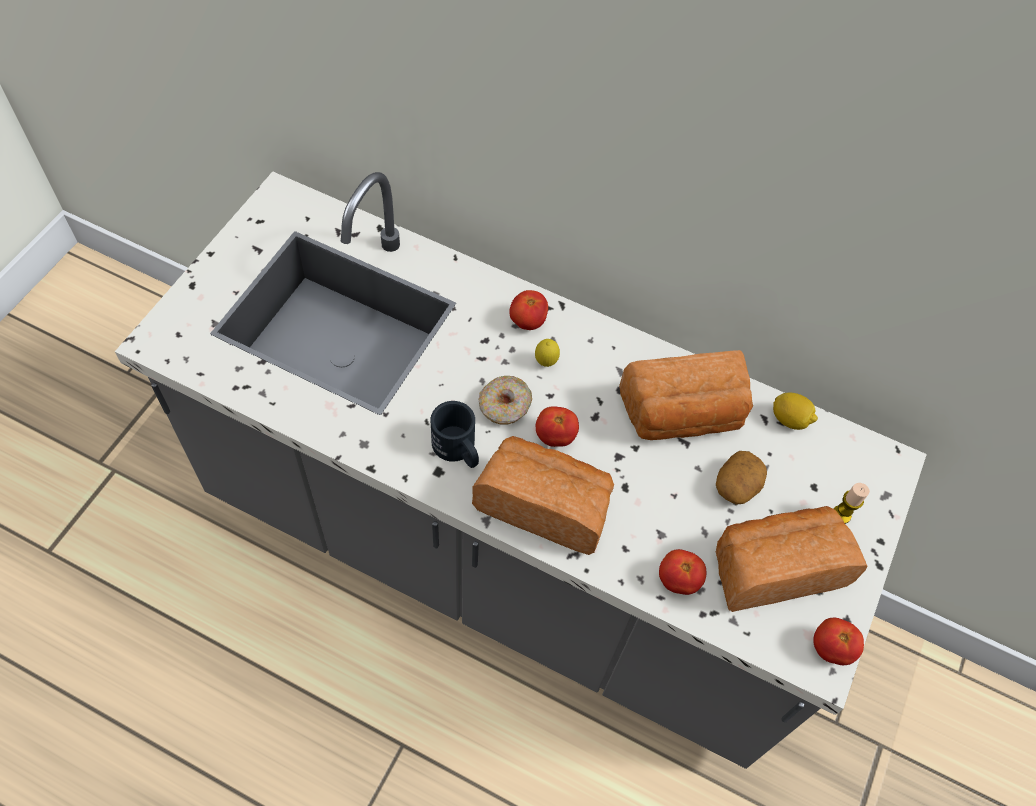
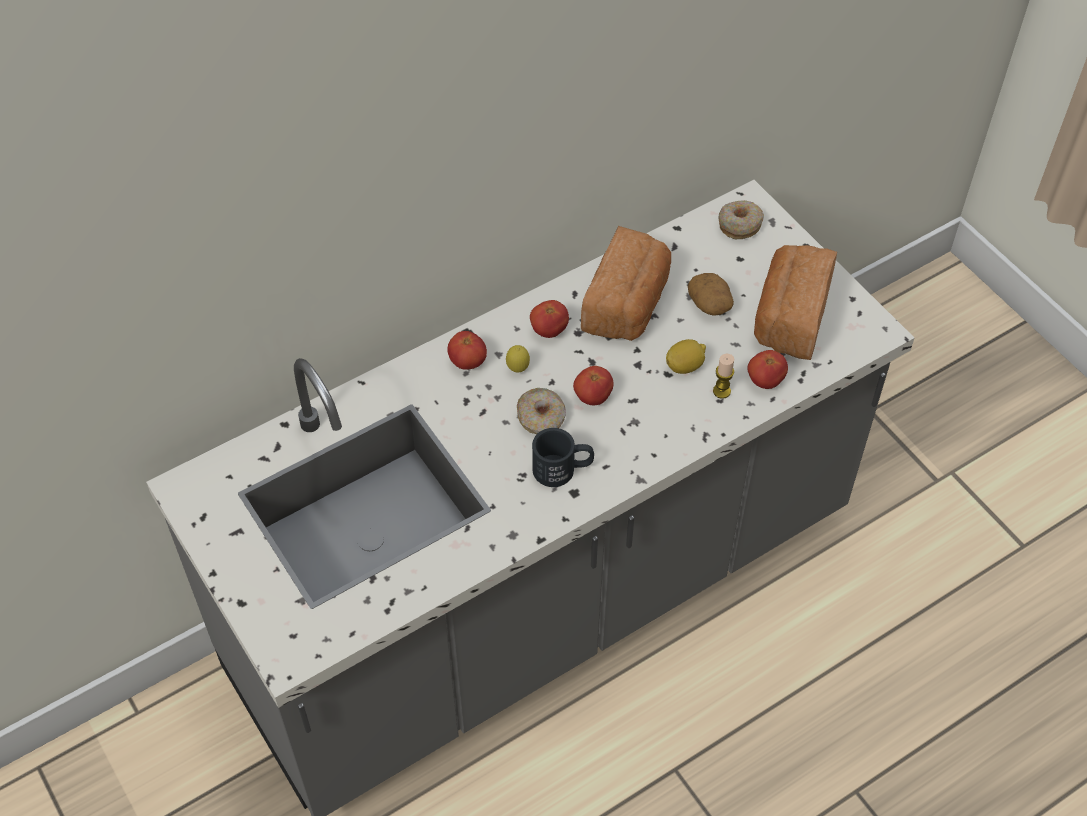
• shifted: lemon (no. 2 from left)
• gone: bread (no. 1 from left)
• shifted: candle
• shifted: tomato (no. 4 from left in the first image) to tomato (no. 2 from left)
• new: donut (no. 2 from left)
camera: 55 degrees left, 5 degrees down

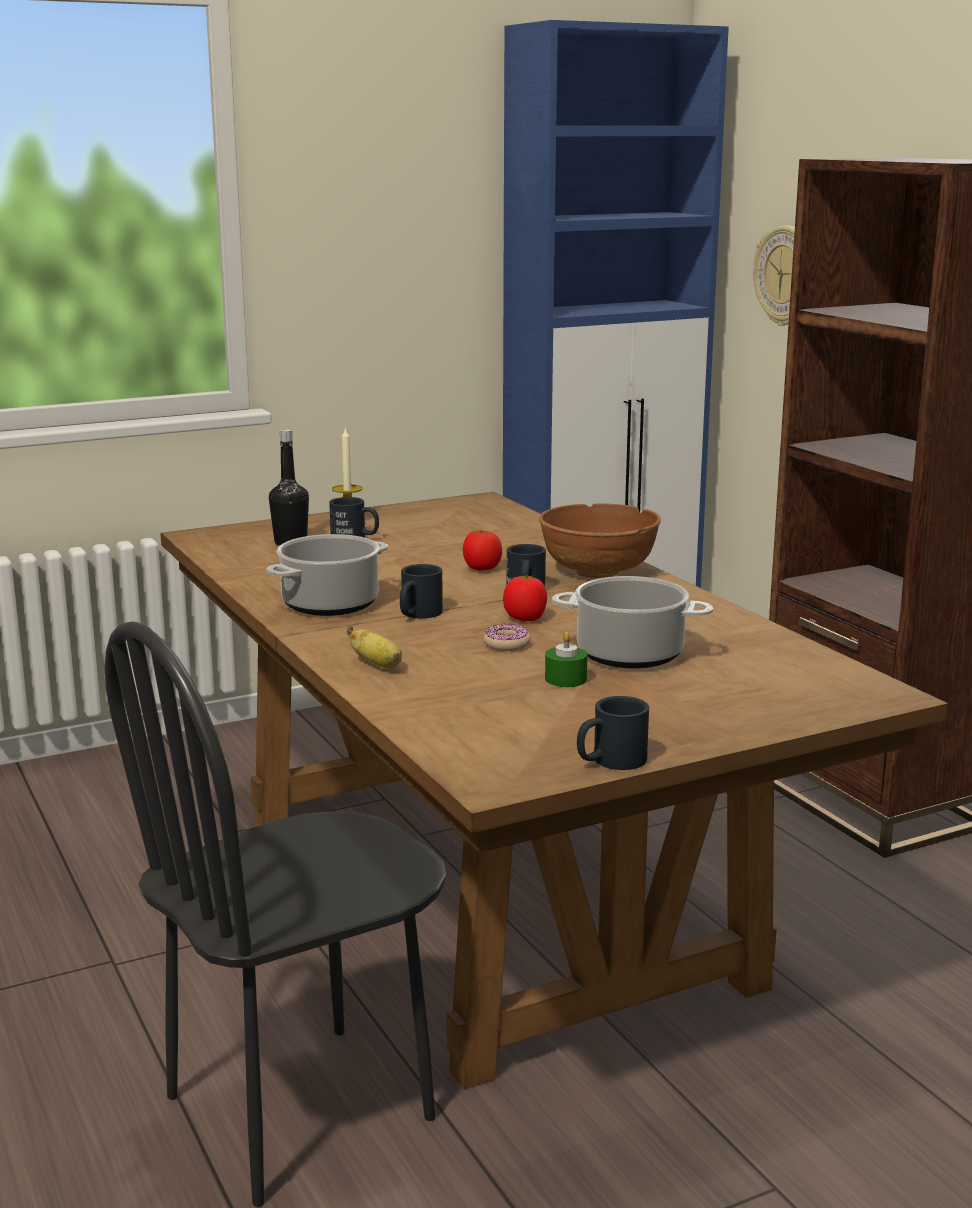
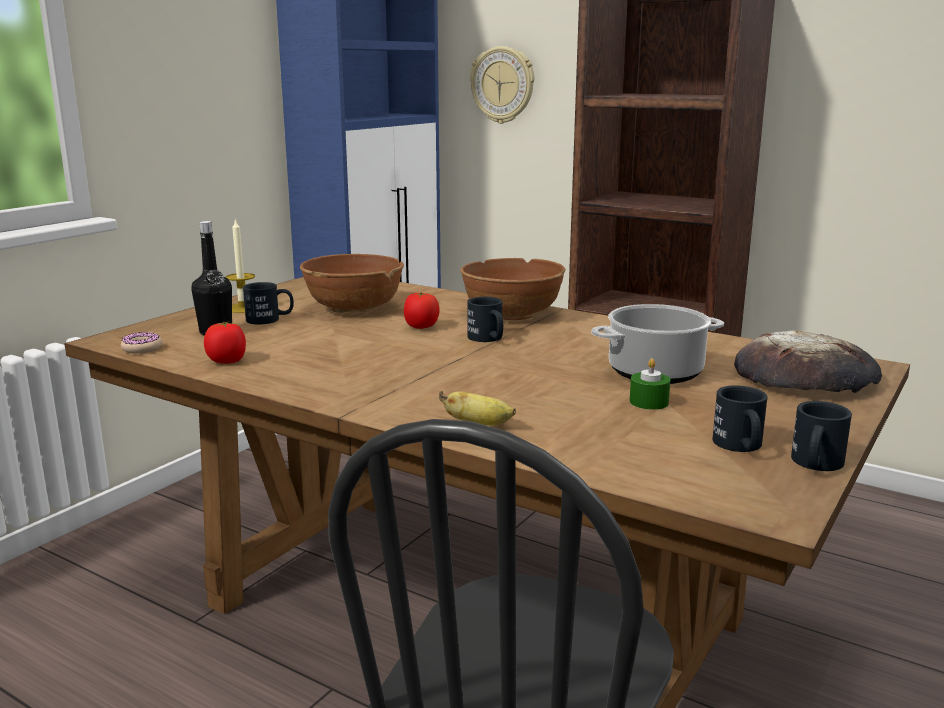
• gone: cooking pot (no. 1 from left)
• shifted: mug in black (no. 2 from left in the first image) to mug in black (no. 3 from left)
• shifted: tomato (no. 2 from left in the first image) to tomato (no. 1 from left)
• shifted: donut
• new: bowl in brown (no. 1 from left)
• new: bread
camera: 30 degrees left, 0 degrees up

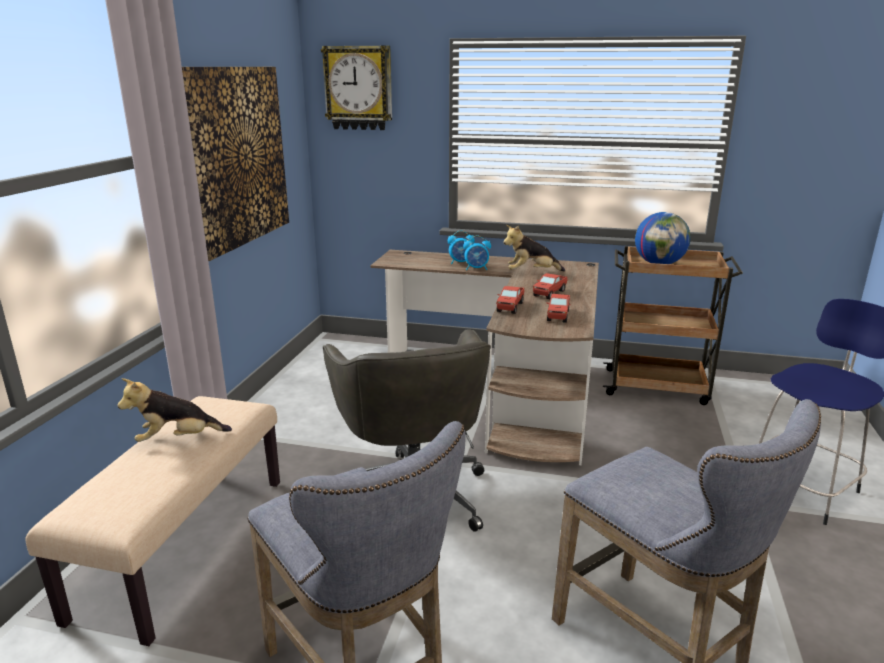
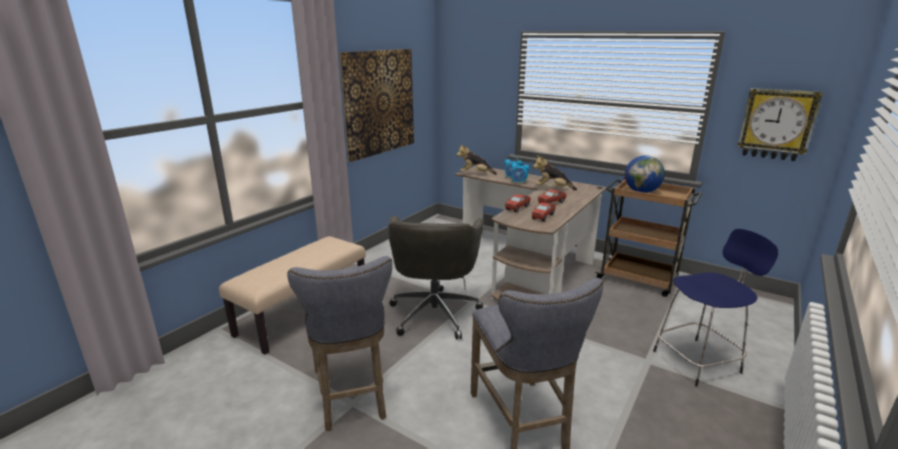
• shifted: wall clock
• shifted: plush toy (no. 1 from left)
camera: 20 degrees right, 0 degrees up

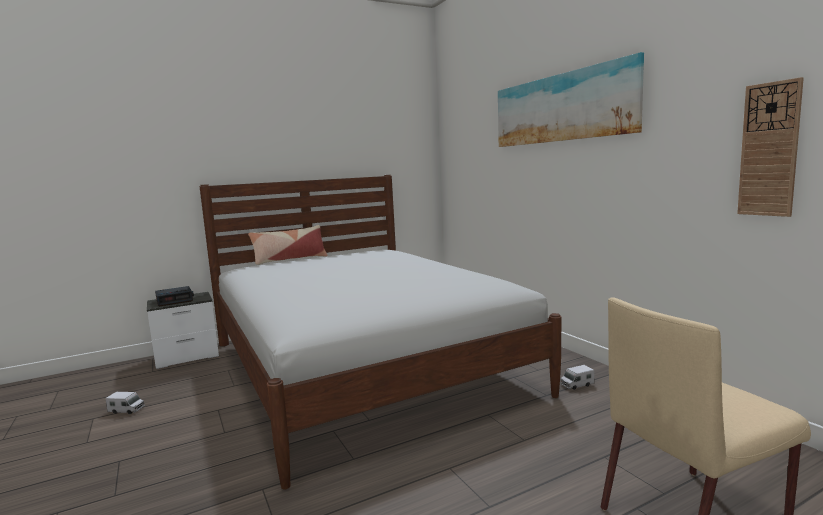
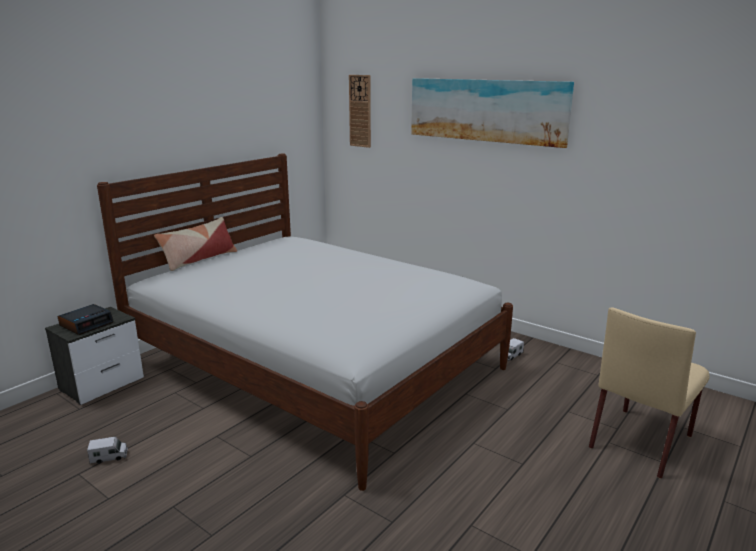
• shifted: wall clock
camera: 25 degrees left, 10 degrees up

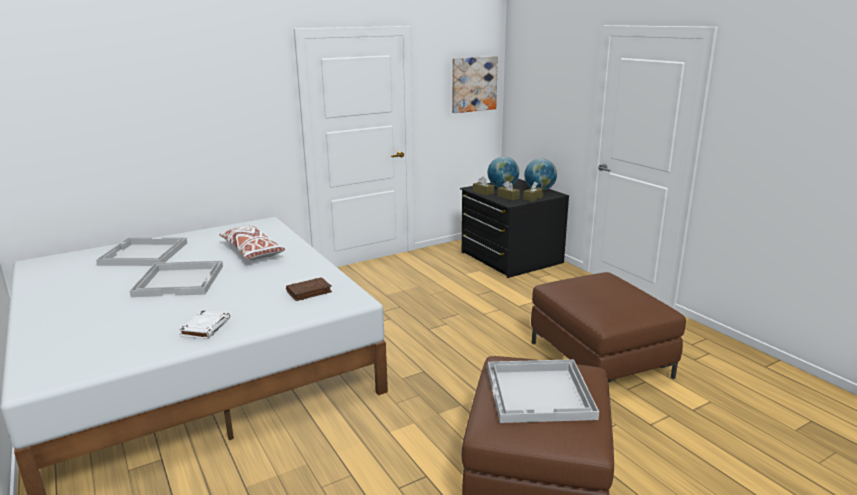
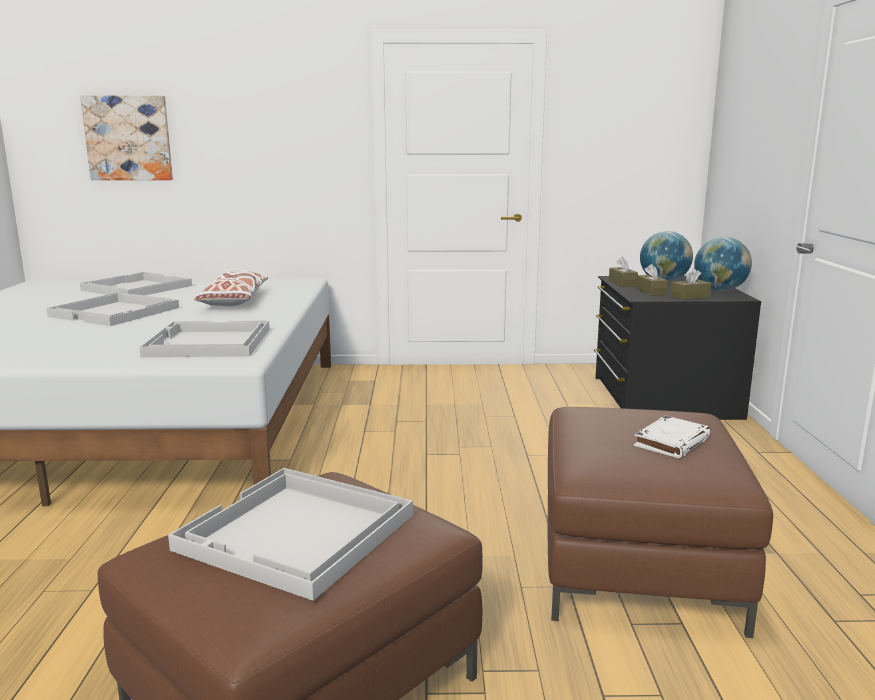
• shifted: picture
• swapped: book in brown to tray in white (no. 3 from left)
• shifted: book in white
camera: 30 degrees right, 5 degrees down

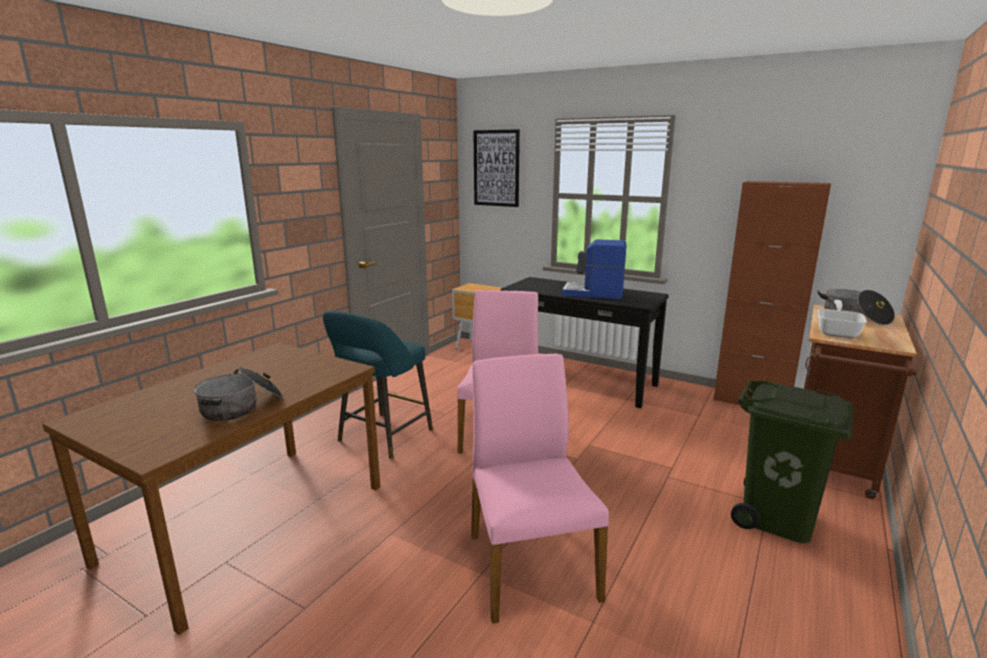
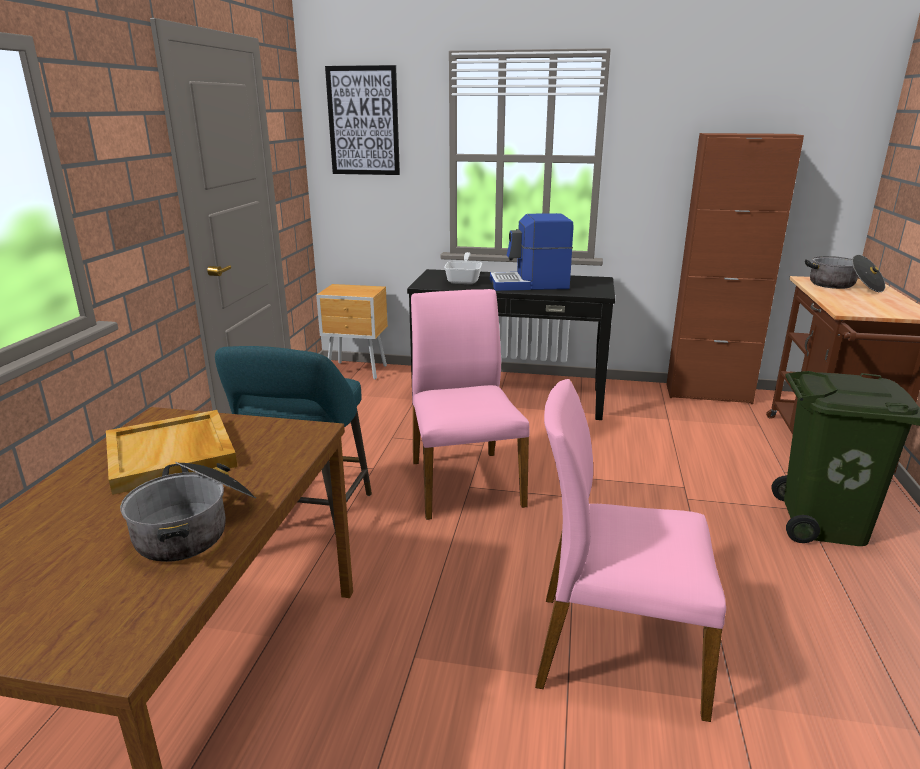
• shifted: frying pan
• rotated: chair in pink (no. 2 from left) 45 degrees counterclockwise
• new: tray in beige
camera: 20 degrees left, 5 degrees up

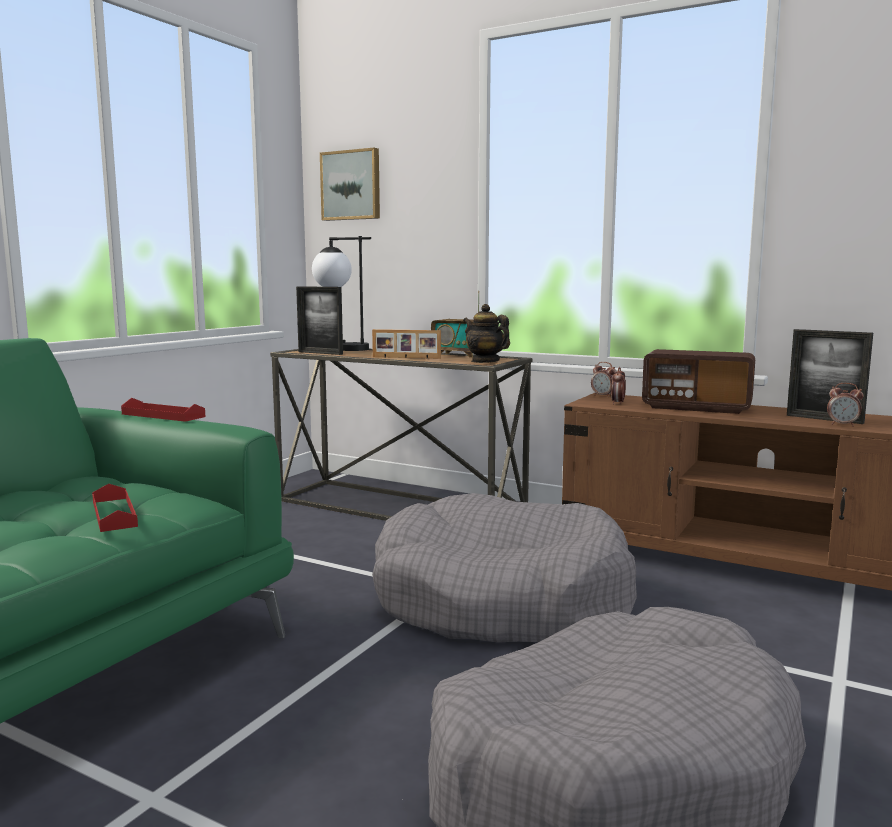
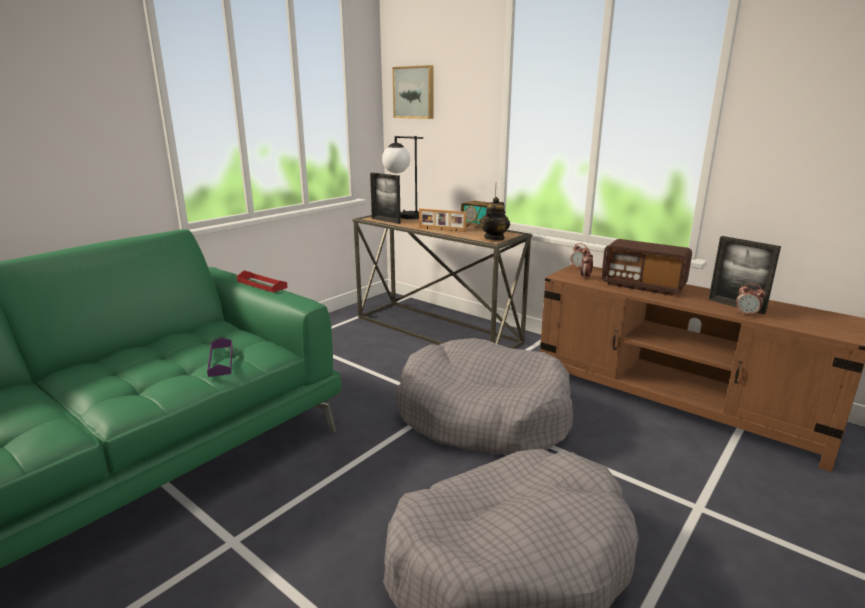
• rotated: teapot 120 degrees counterclockwise
• repainted: tray in red (no. 1 from left) to tray in purple
camera: 10 degrees right, 10 degrees up

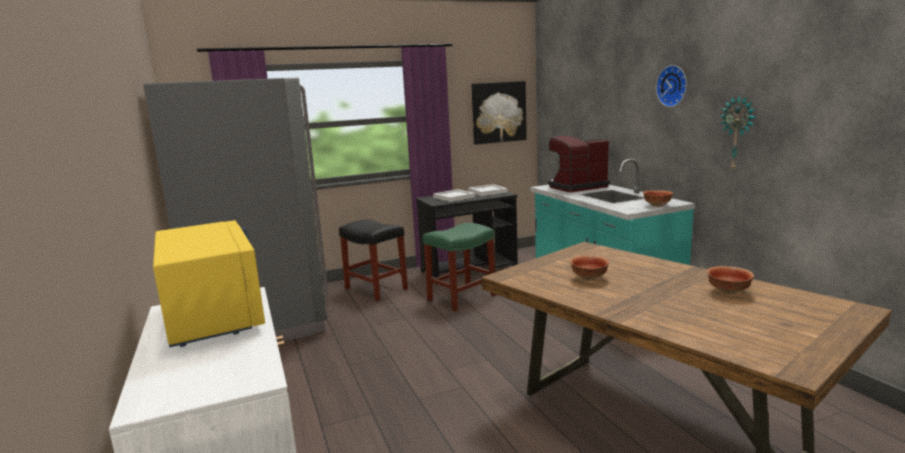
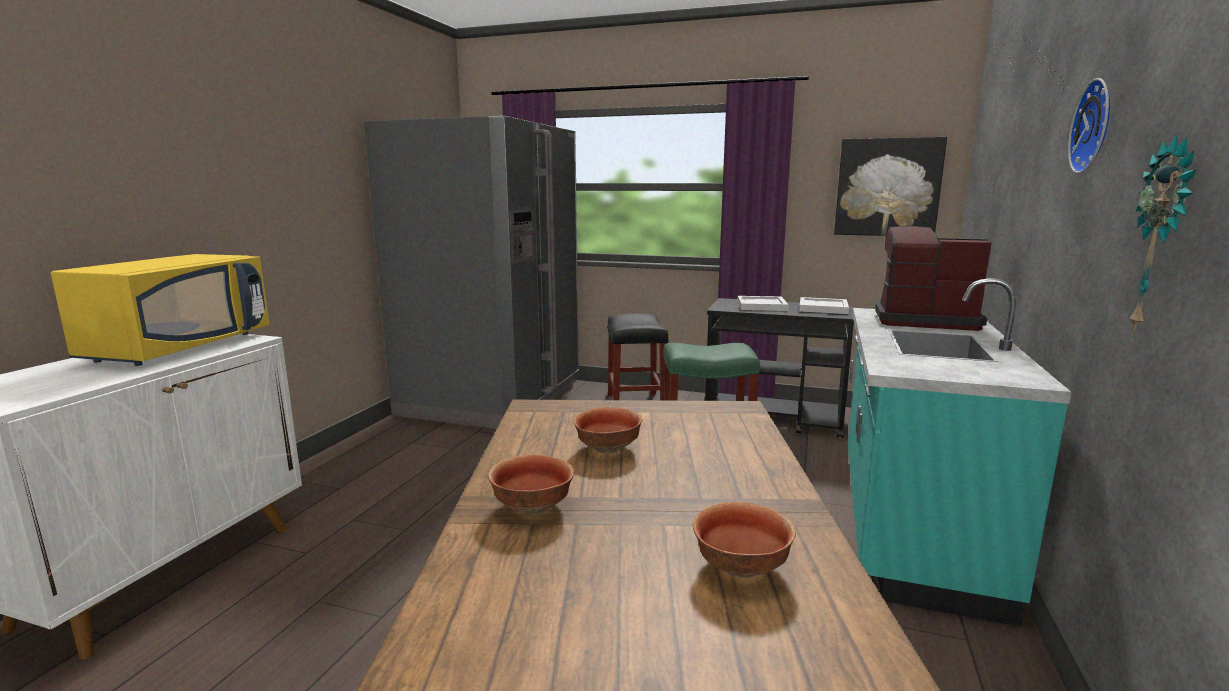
• shifted: bowl (no. 2 from left in the first image) to bowl (no. 1 from left)
camera: 40 degrees right, 0 degrees up

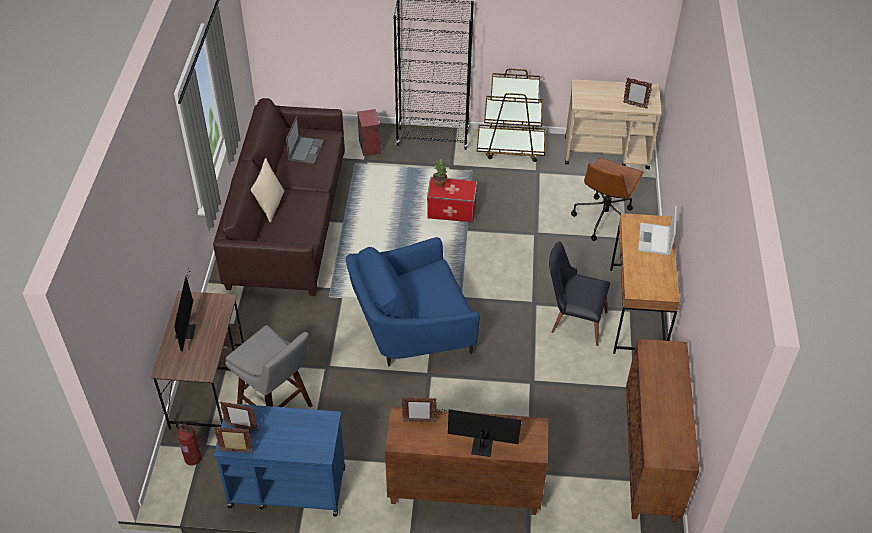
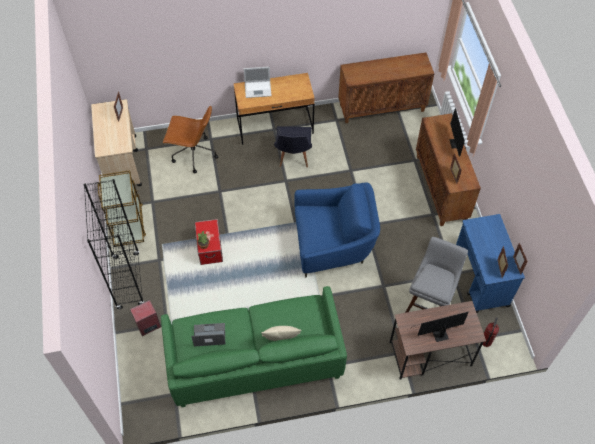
• repainted: sofa in brown to sofa in green
• rotated: armchair in blue 60 degrees counterclockwise
camera: 105 degrees left, 10 degrees up

